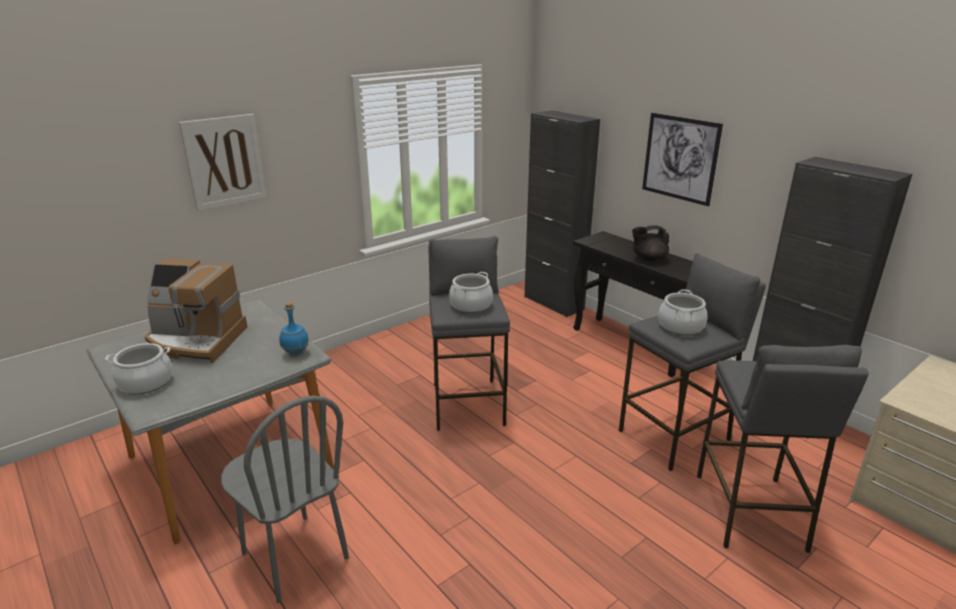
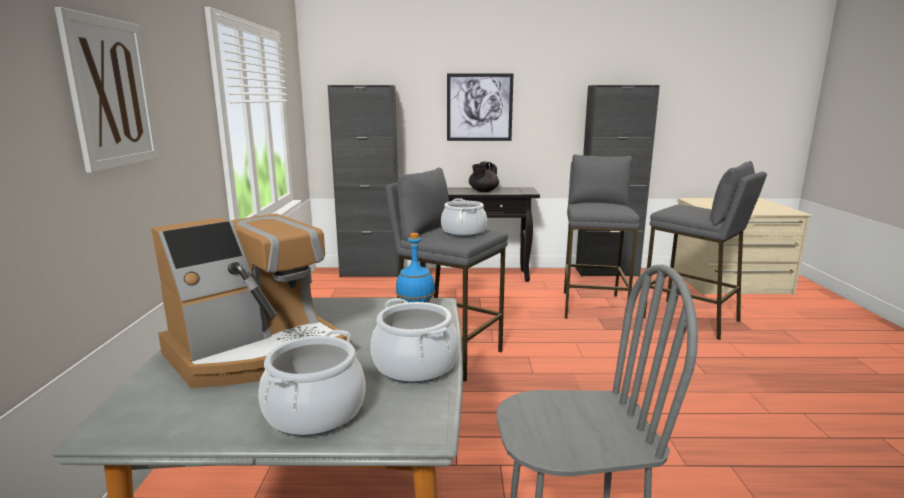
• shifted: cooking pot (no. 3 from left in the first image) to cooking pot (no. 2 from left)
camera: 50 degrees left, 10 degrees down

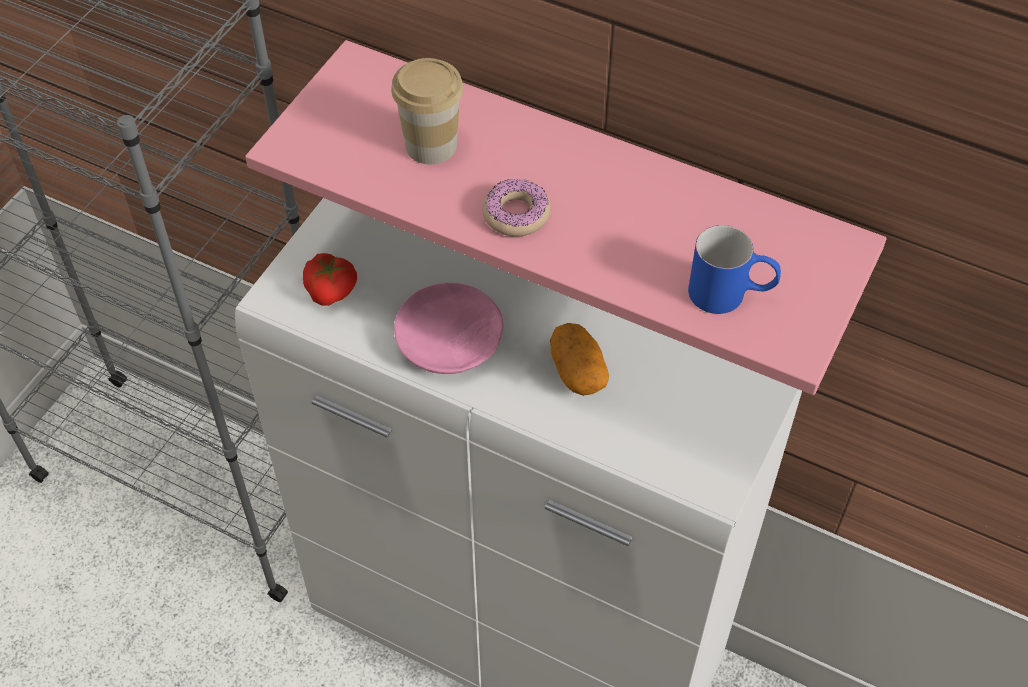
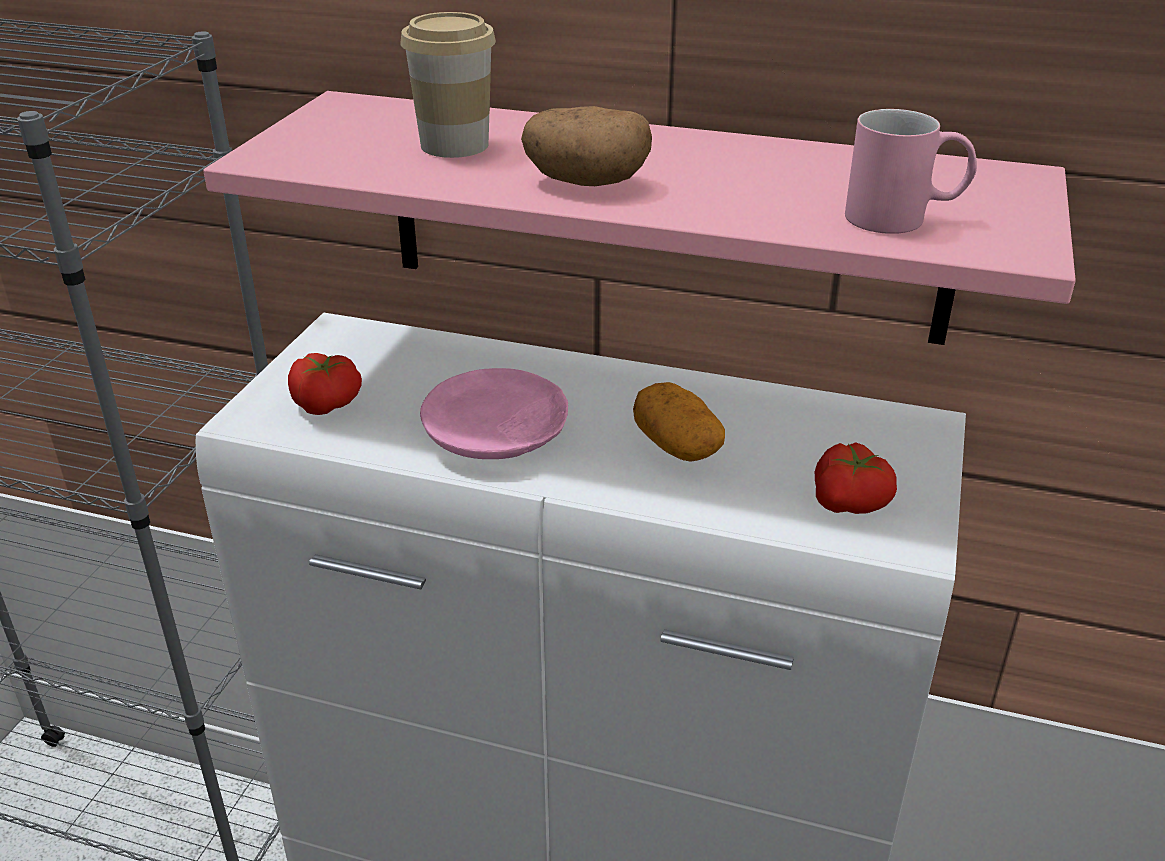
• swapped: donut to potato (no. 1 from left)
• repainted: mug in blue to mug in pink
• new: tomato (no. 2 from left)
camera: 10 degrees left, 20 degrees down

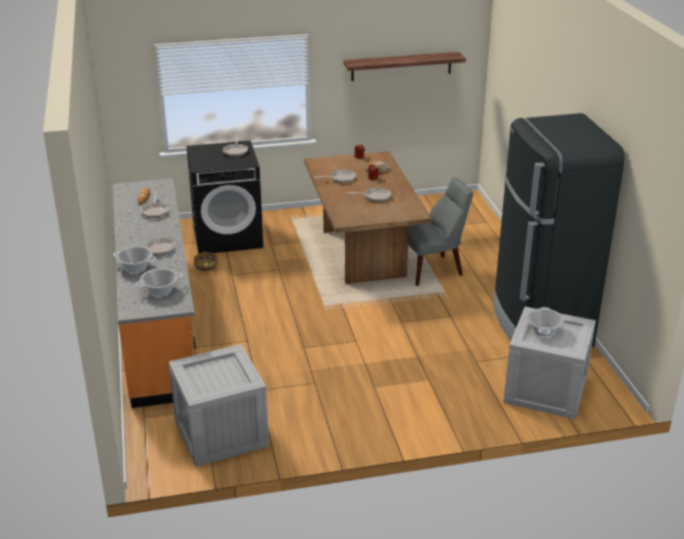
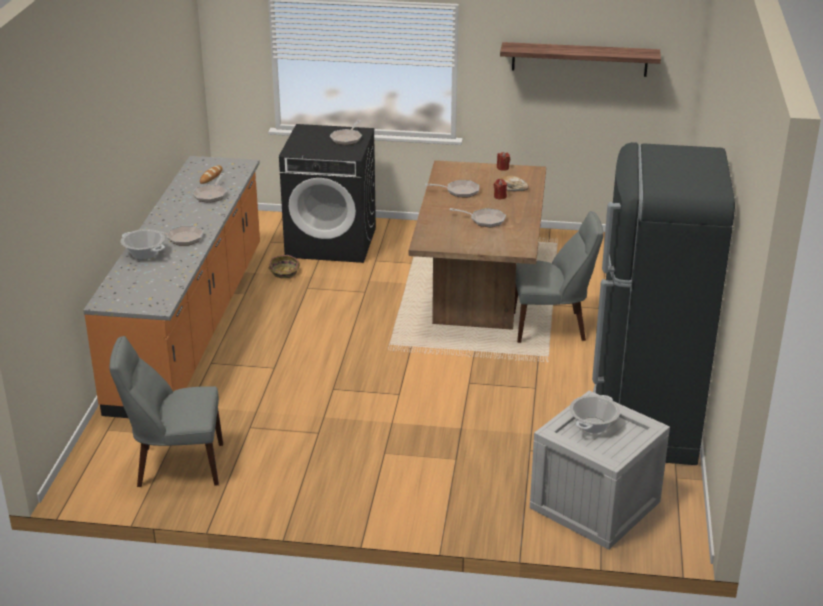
• gone: cooking pot (no. 2 from left)
• swapped: crate (no. 1 from left) to chair in grey (no. 1 from left)
camera: 20 degrees right, 0 degrees up

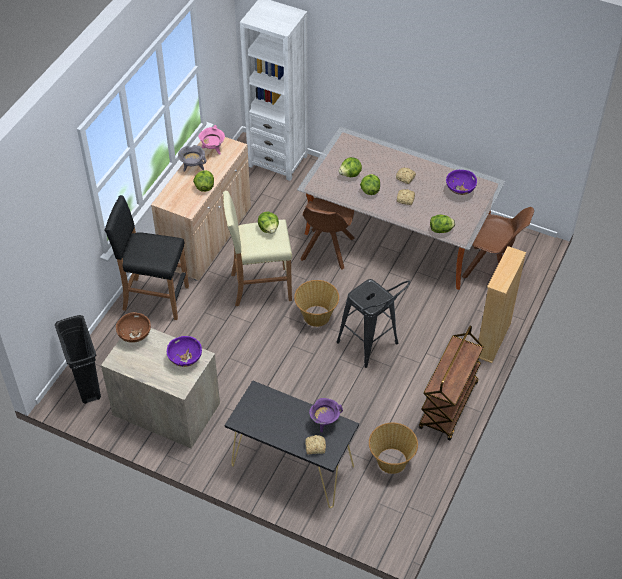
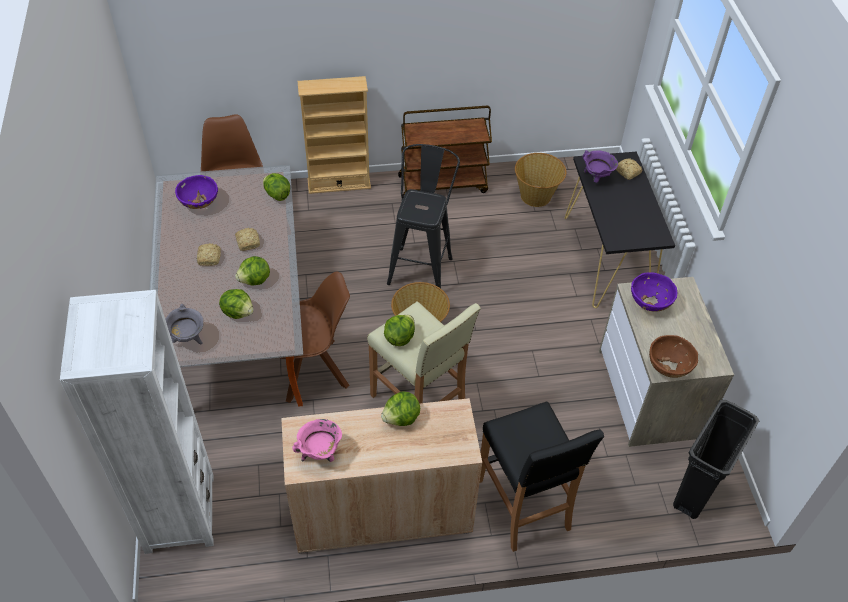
• shifted: cooking pot in grey
camera: 125 degrees left, 0 degrees up

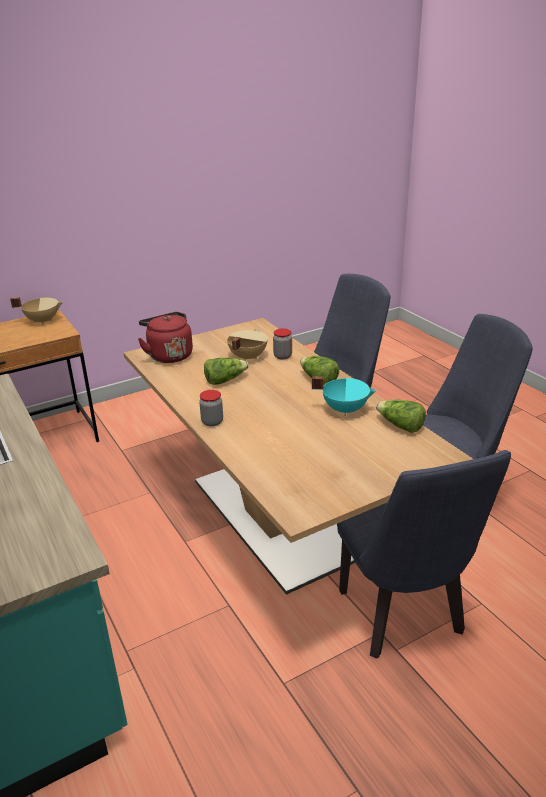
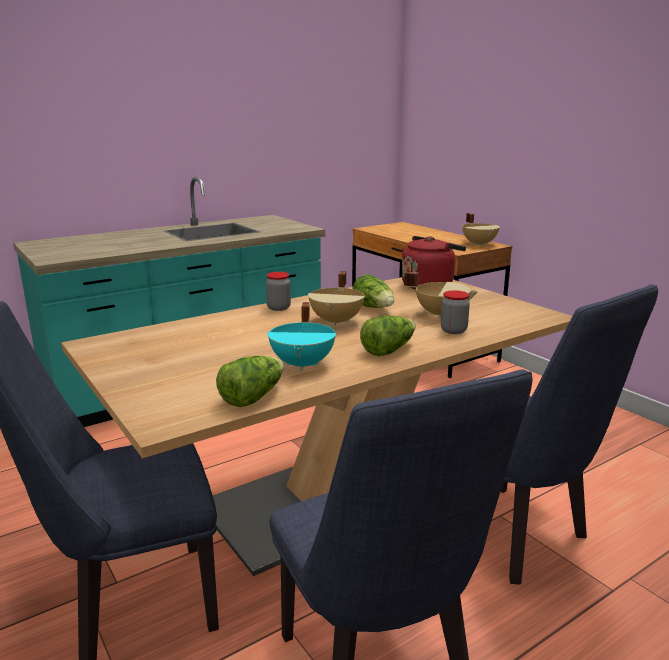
• new: cooking pot in beige (no. 1 from left)
camera: 85 degrees right, 10 degrees down

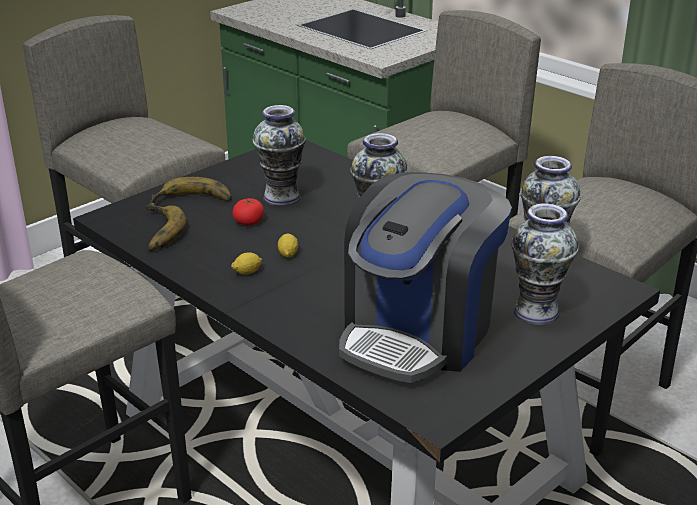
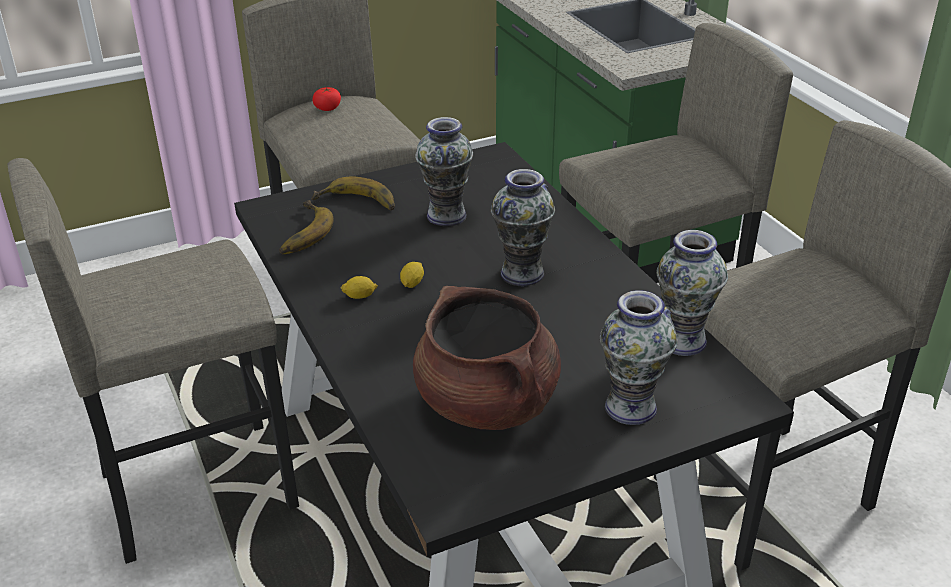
• swapped: coffee machine to cooking pot in brown
• shifted: tomato
camera: 20 degrees right, 5 degrees up

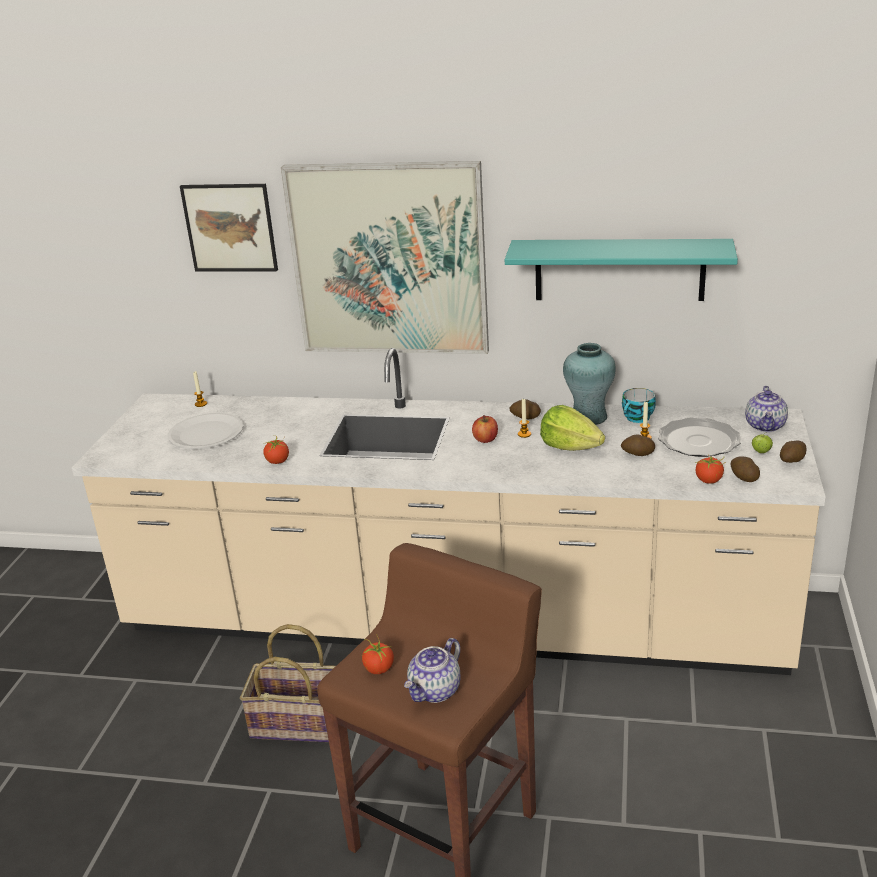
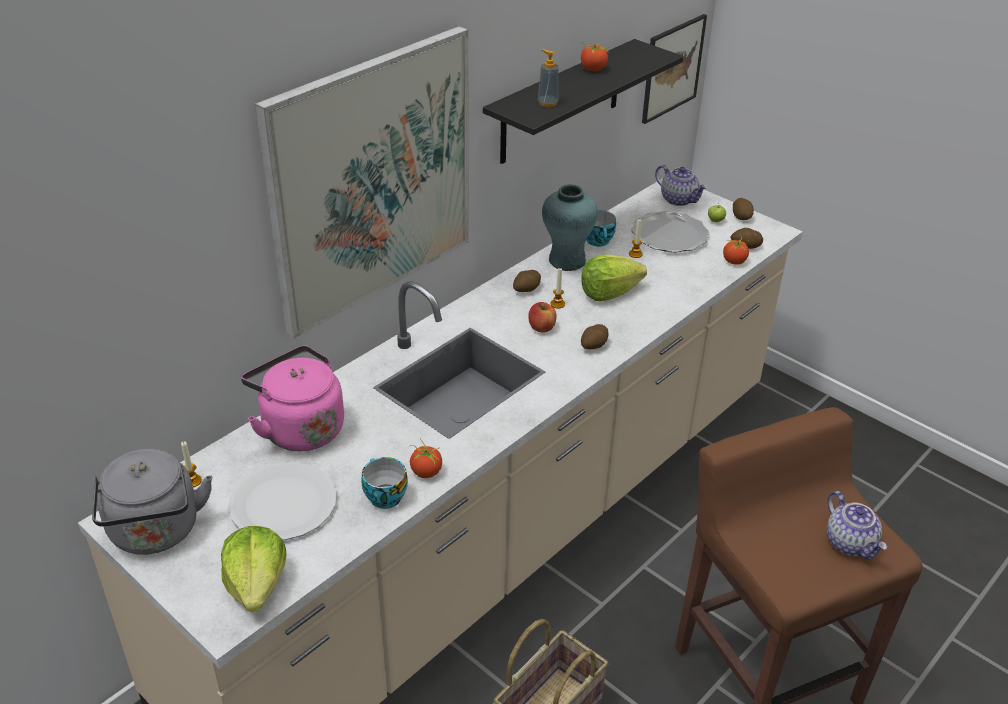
• shifted: picture (no. 1 from left in the first image) to picture (no. 2 from left)
• repainted: shelf in turquoise to shelf in black
• shifted: potato (no. 2 from left)
• shifted: tomato (no. 2 from left)
• new: soap dispenser
• new: kettle in pink
• new: kettle in grey
• new: cup (no. 1 from left)
• new: lettuce (no. 1 from left)
camera: 60 degrees left, 10 degrees up

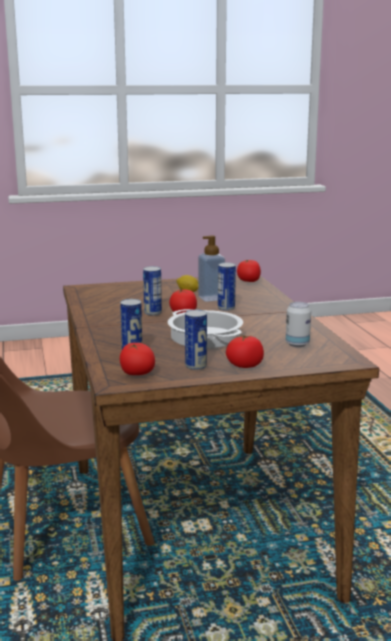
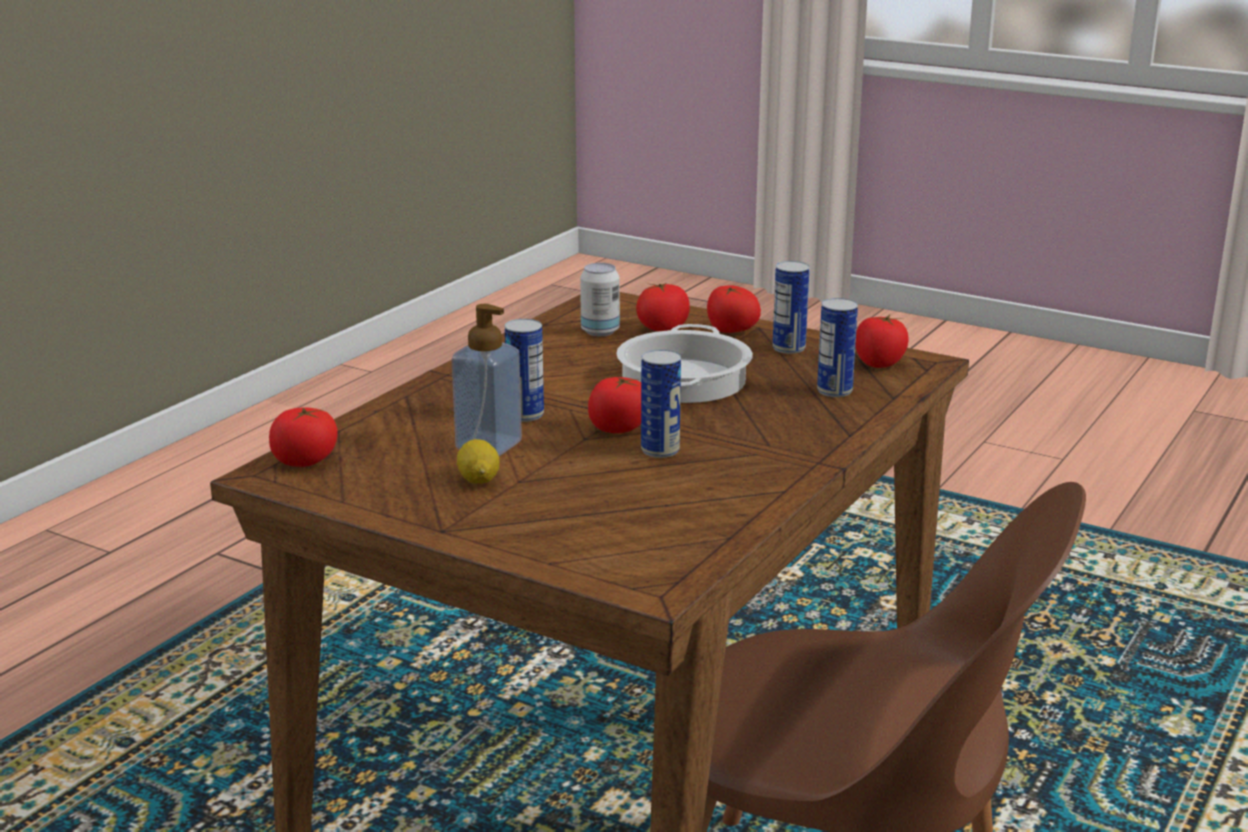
• new: tomato (no. 3 from left)
camera: 135 degrees left, 5 degrees up

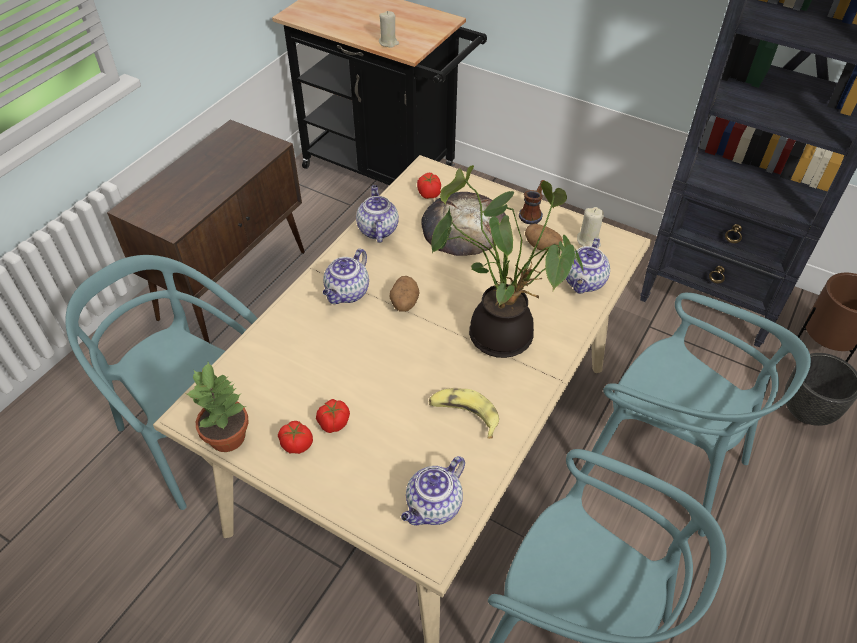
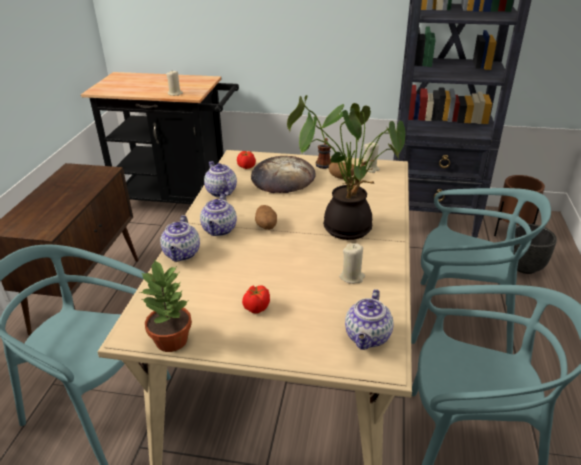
• shifted: teapot (no. 4 from left in the first image) to teapot (no. 1 from left)
• swapped: banana to candle in beige (no. 2 from left)
• gone: tomato (no. 1 from left)
camera: 20 degrees left, 15 degrees down

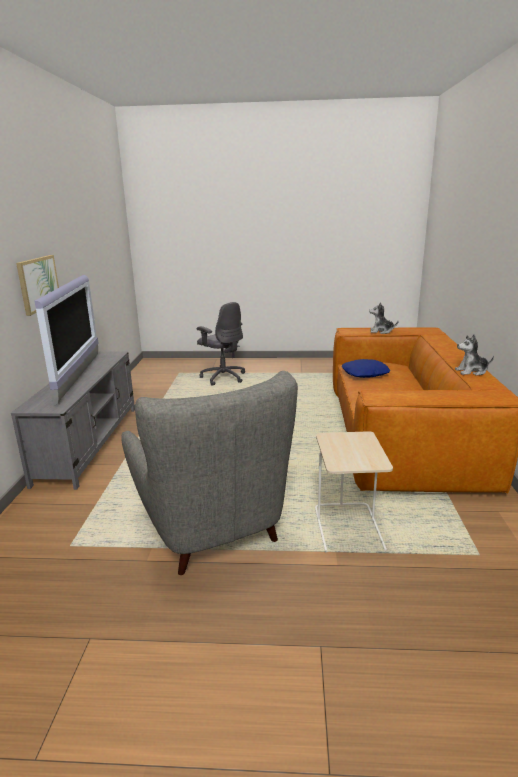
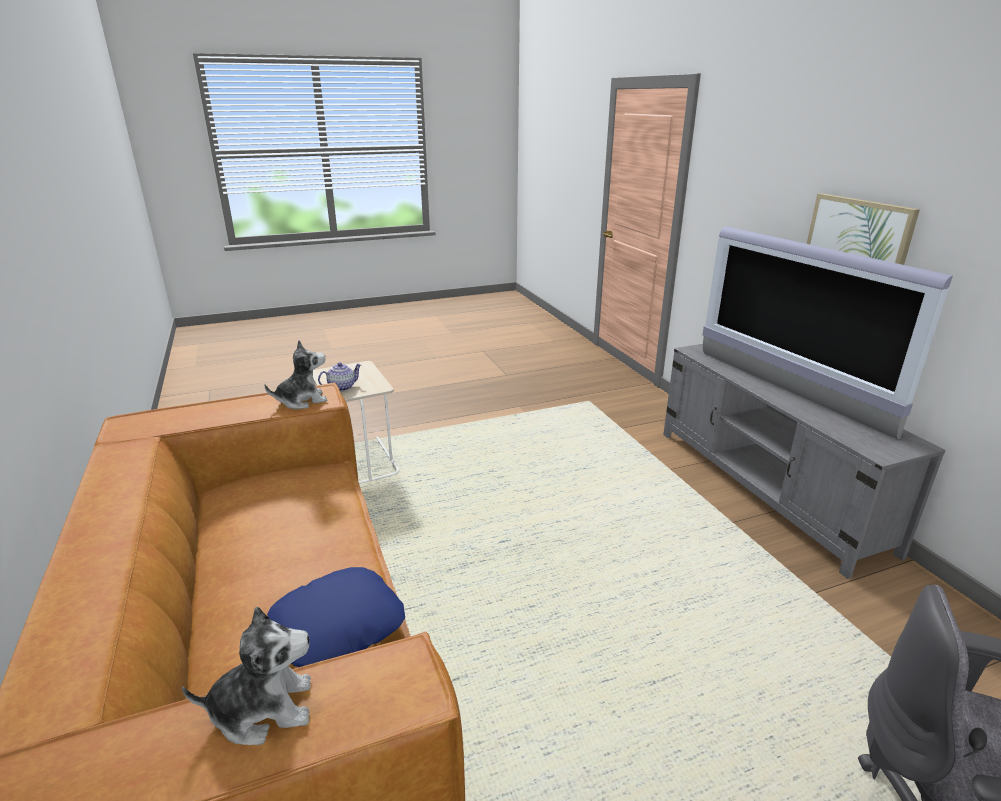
• shifted: plush toy (no. 2 from left)
• gone: armchair in grey
• new: teapot
camera: 155 degrees right, 5 degrees up

